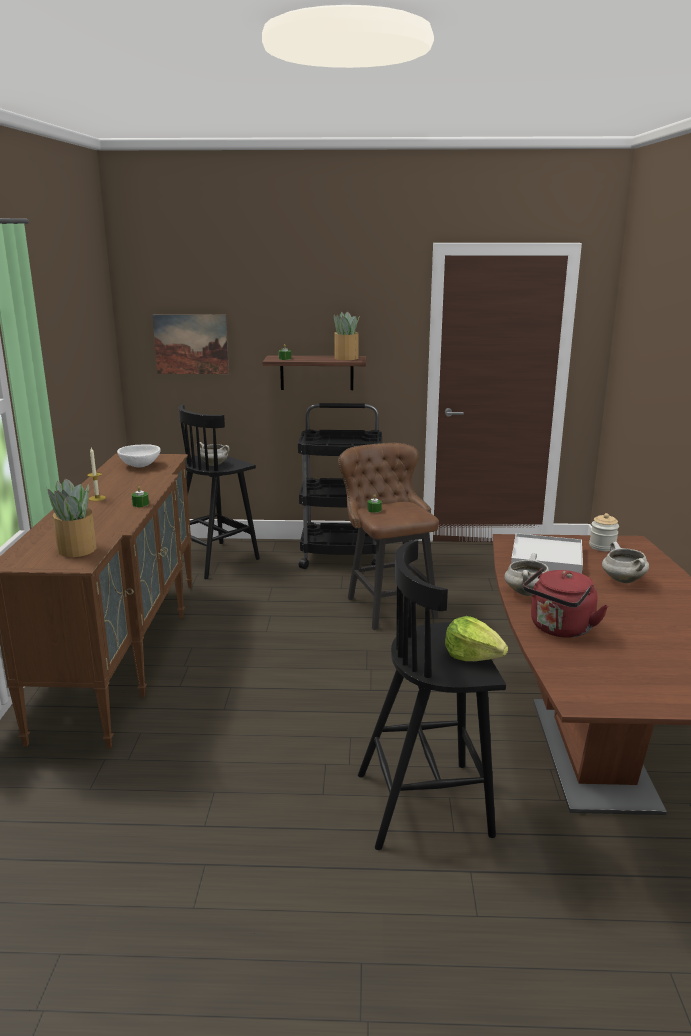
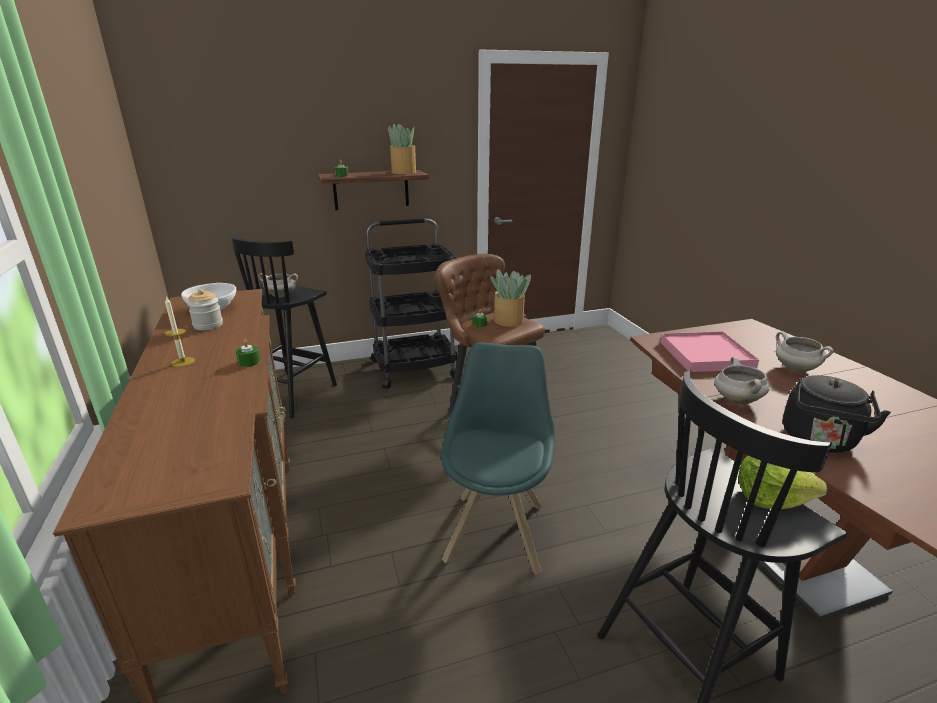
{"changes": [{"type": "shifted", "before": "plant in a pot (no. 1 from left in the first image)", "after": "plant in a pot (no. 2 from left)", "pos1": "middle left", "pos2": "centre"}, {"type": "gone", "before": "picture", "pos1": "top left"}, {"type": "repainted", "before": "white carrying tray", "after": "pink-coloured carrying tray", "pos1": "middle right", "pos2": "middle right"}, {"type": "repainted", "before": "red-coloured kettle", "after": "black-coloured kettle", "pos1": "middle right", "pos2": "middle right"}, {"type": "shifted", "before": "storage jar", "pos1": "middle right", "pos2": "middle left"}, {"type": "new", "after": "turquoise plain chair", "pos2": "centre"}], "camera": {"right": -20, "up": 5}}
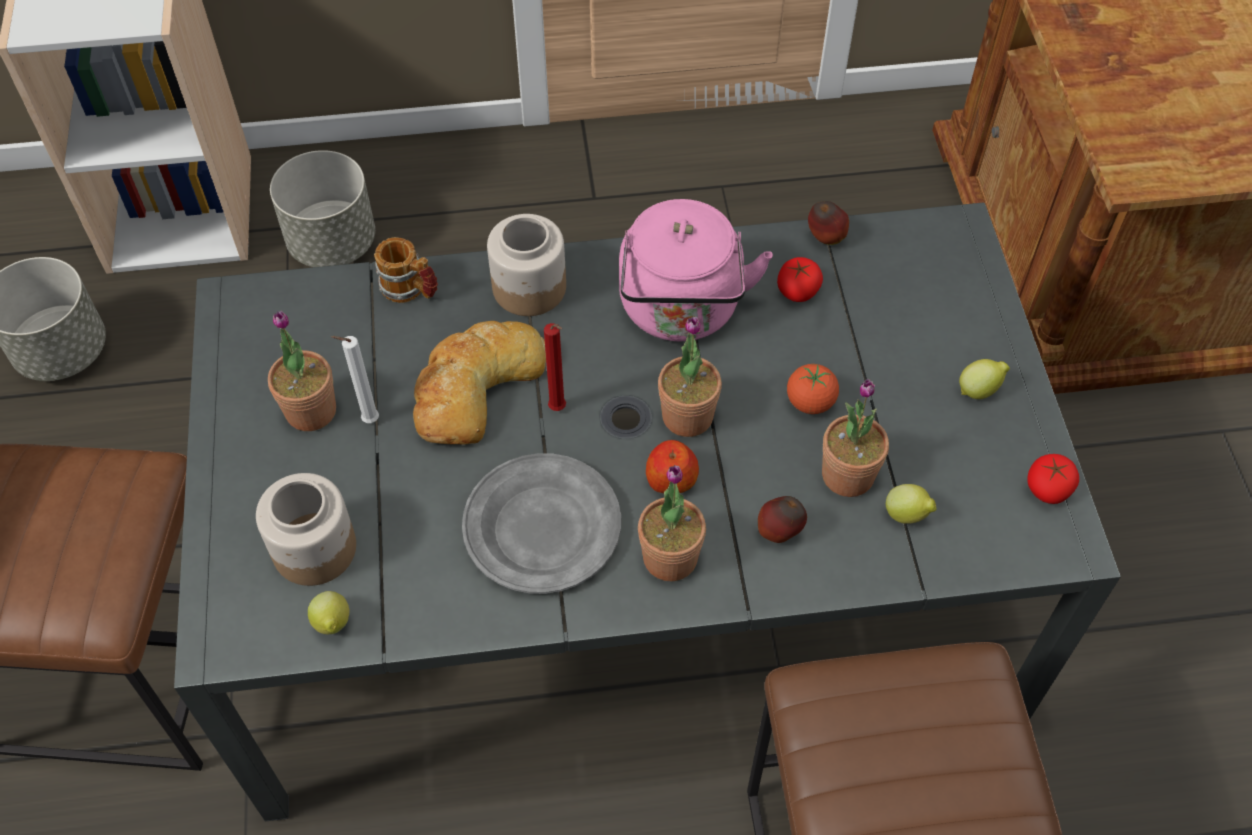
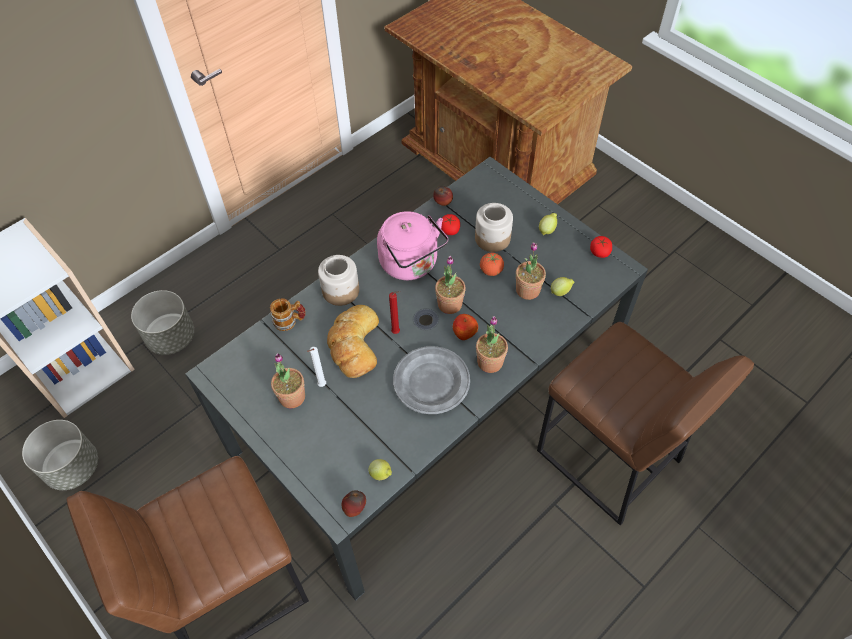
{"changes": [{"type": "shifted", "before": "storage jar (no. 1 from left in the first image)", "after": "storage jar (no. 2 from left)", "pos1": "middle left", "pos2": "centre"}, {"type": "shifted", "before": "apple (no. 2 from left in the first image)", "after": "apple (no. 1 from left)", "pos1": "centre", "pos2": "bottom centre"}], "camera": {"right": -35, "up": 0}}
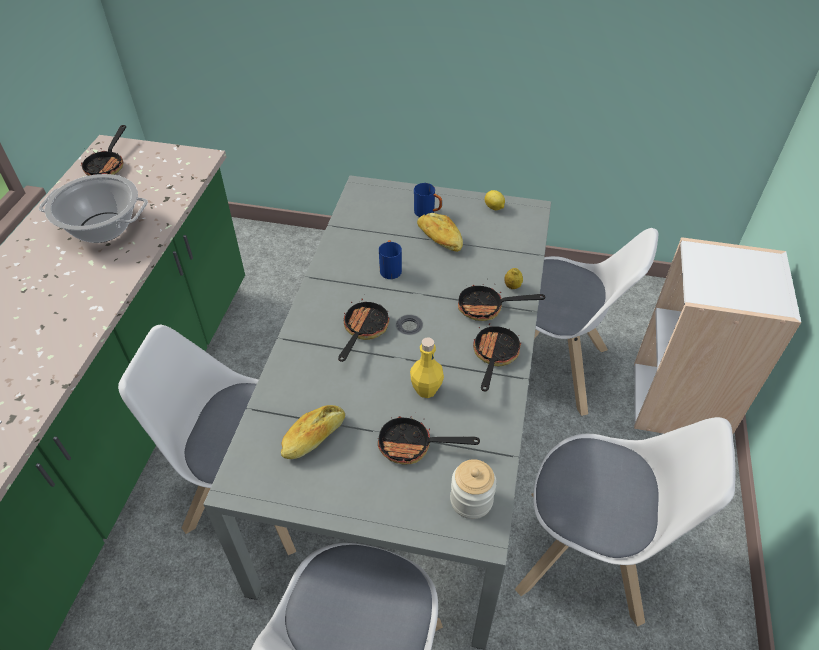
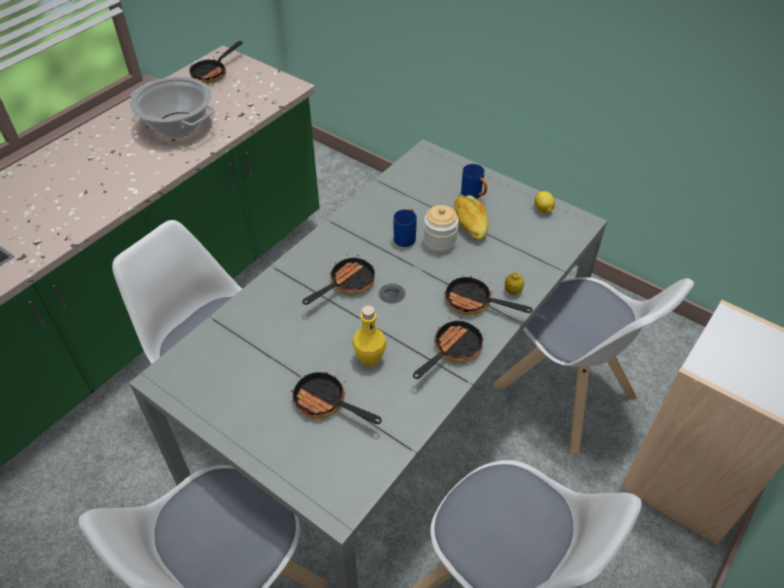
{"changes": [{"type": "gone", "before": "bread (no. 1 from left)", "pos1": "centre"}, {"type": "shifted", "before": "storage jar", "pos1": "bottom centre", "pos2": "centre"}], "camera": {"right": 25, "up": 0}}
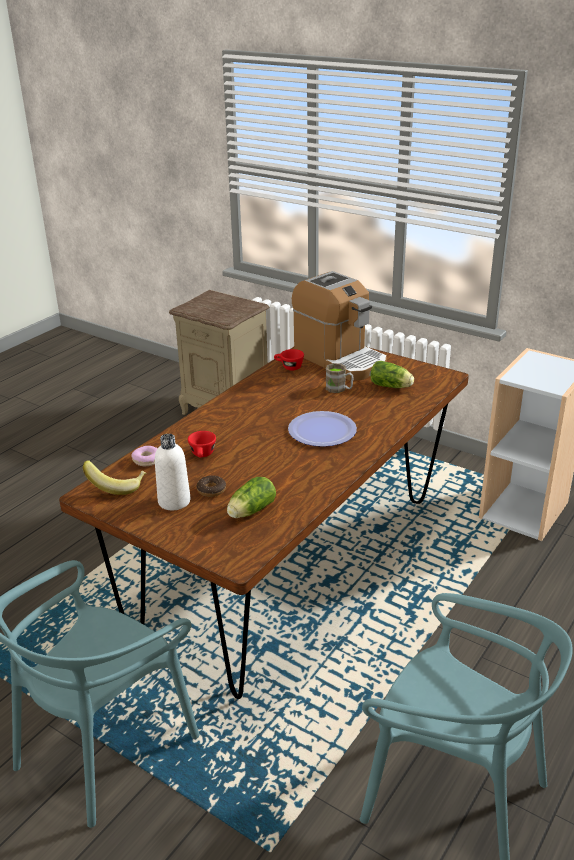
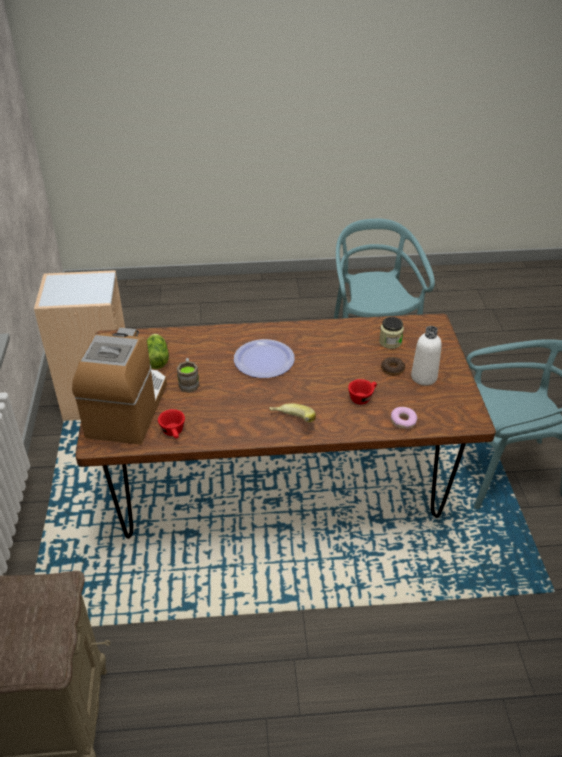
{"changes": [{"type": "shifted", "before": "banana fruit", "pos1": "middle left", "pos2": "centre"}, {"type": "swapped", "before": "head of lettuce (no. 1 from left)", "after": "storage jar", "pos1": "centre", "pos2": "middle right"}], "camera": {"right": -130, "up": 10}}
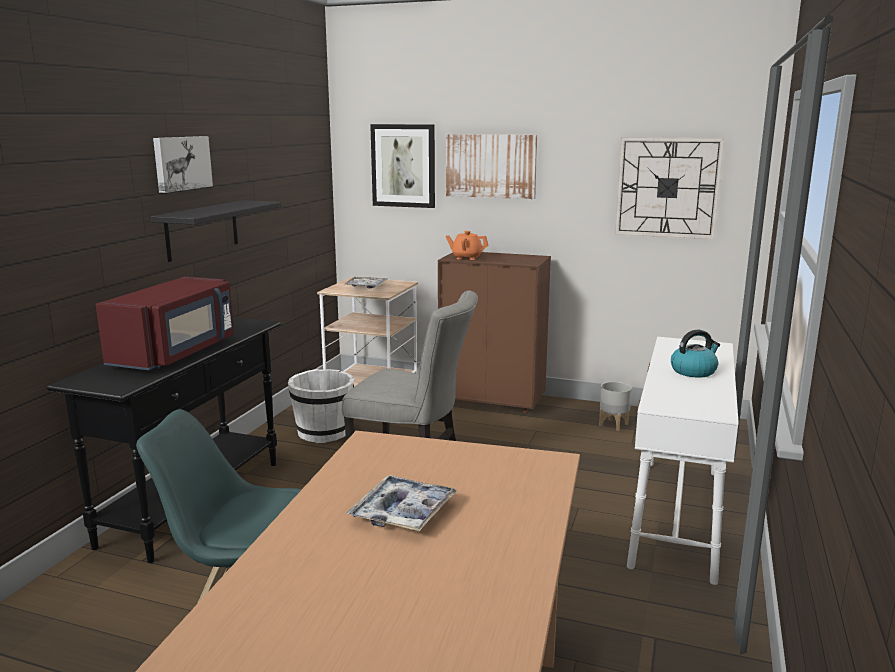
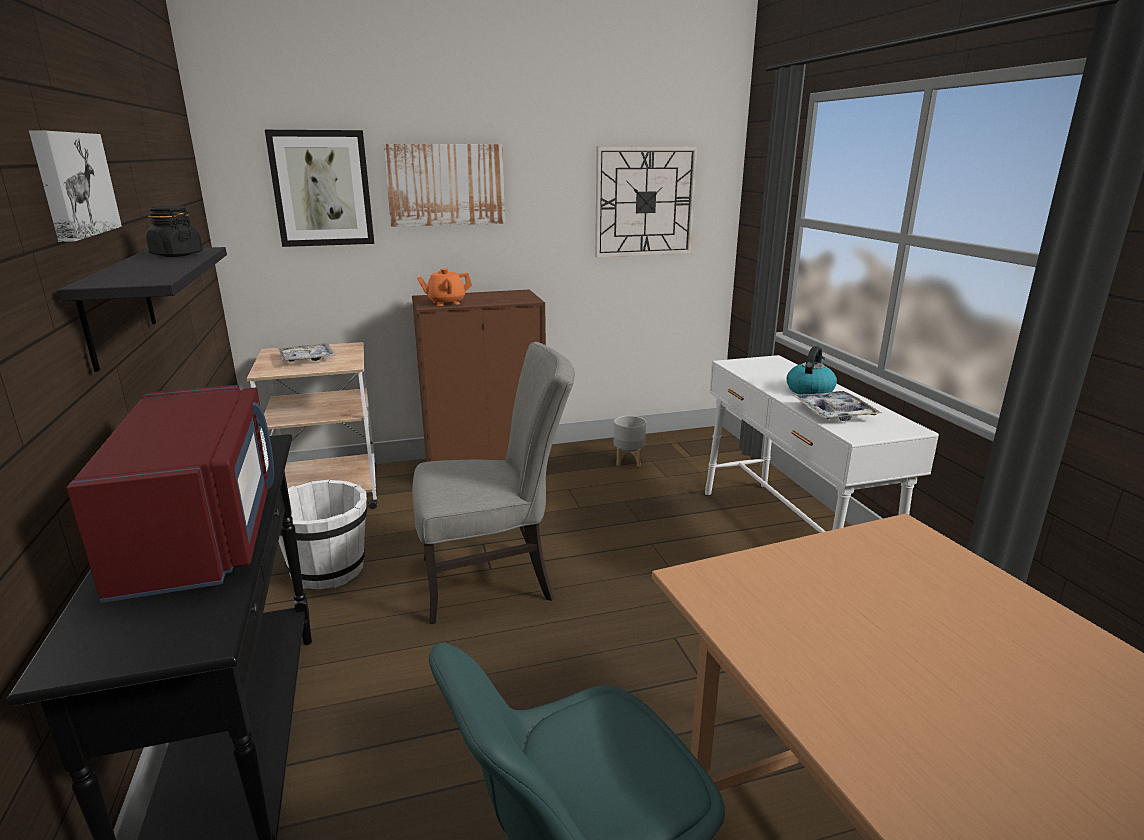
{"changes": [{"type": "shifted", "before": "carrying tray (no. 2 from left)", "pos1": "bottom centre", "pos2": "middle right"}, {"type": "new", "after": "black-coloured storage jar", "pos2": "top left"}], "camera": {"right": -35, "up": 5}}
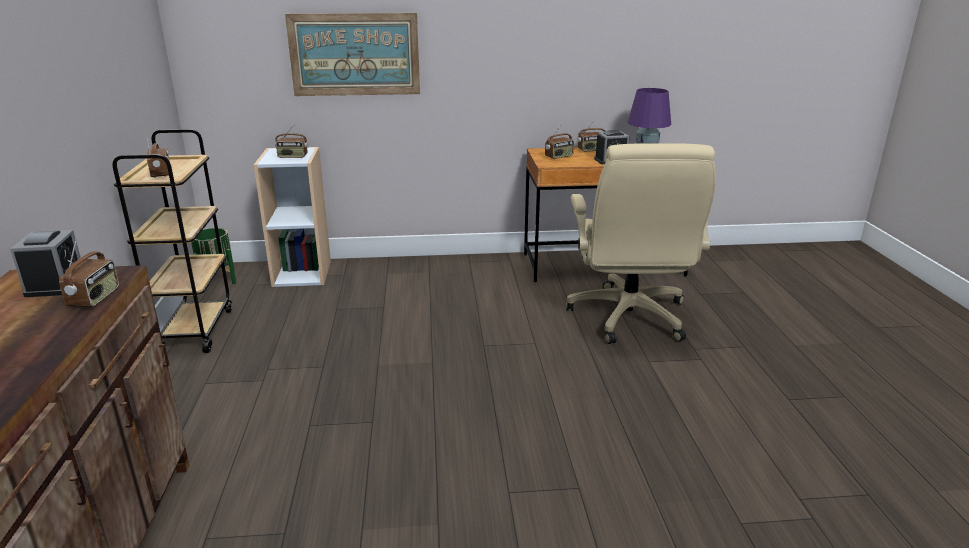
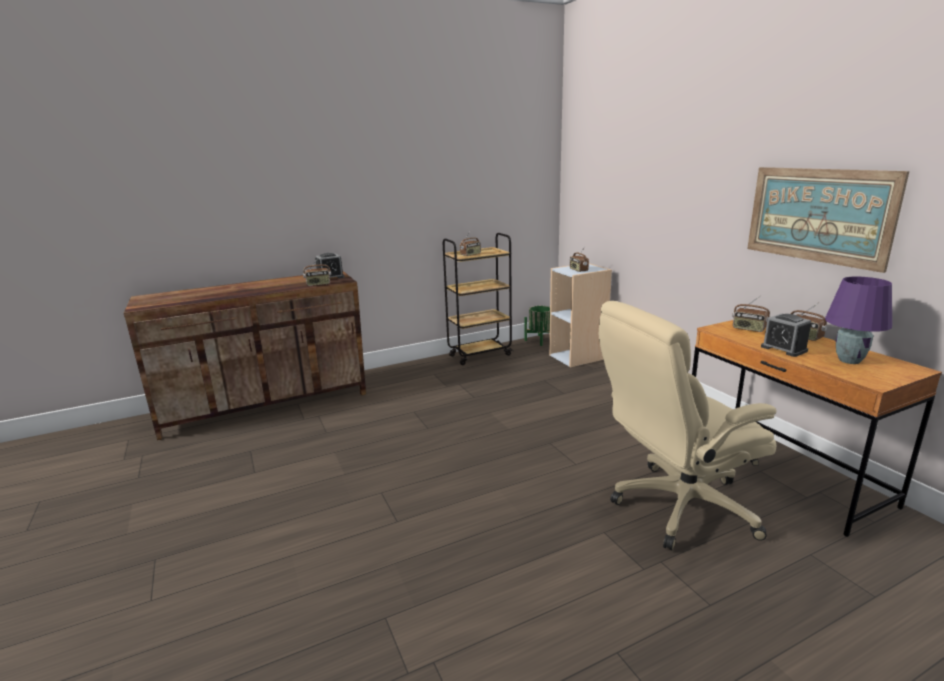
{"changes": [{"type": "shifted", "before": "picture", "pos1": "top centre", "pos2": "top right"}], "camera": {"right": 70, "up": -5}}
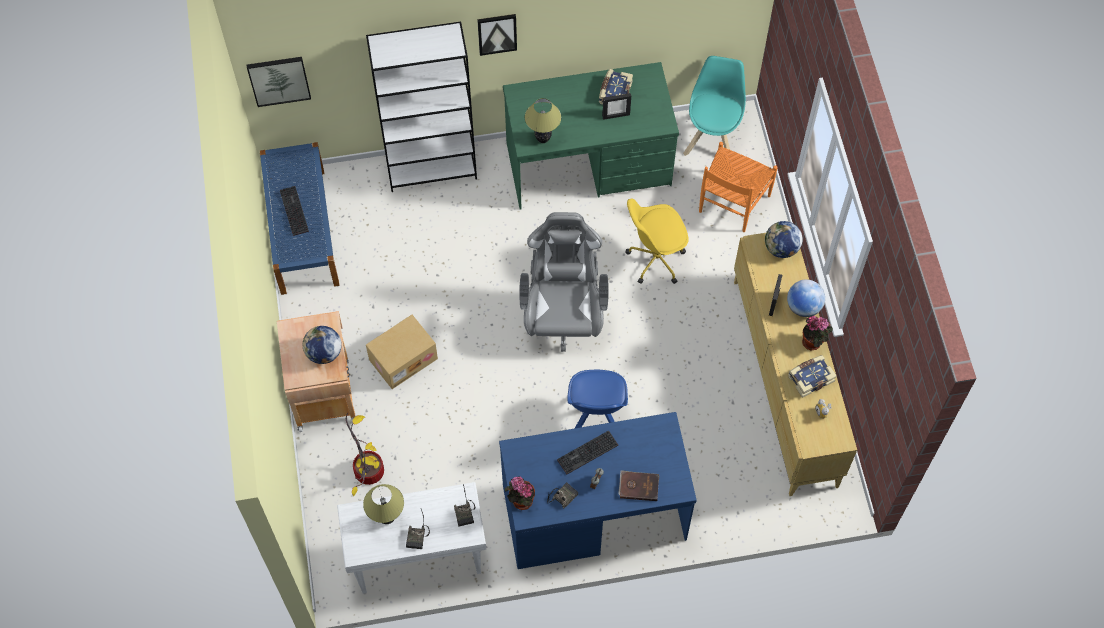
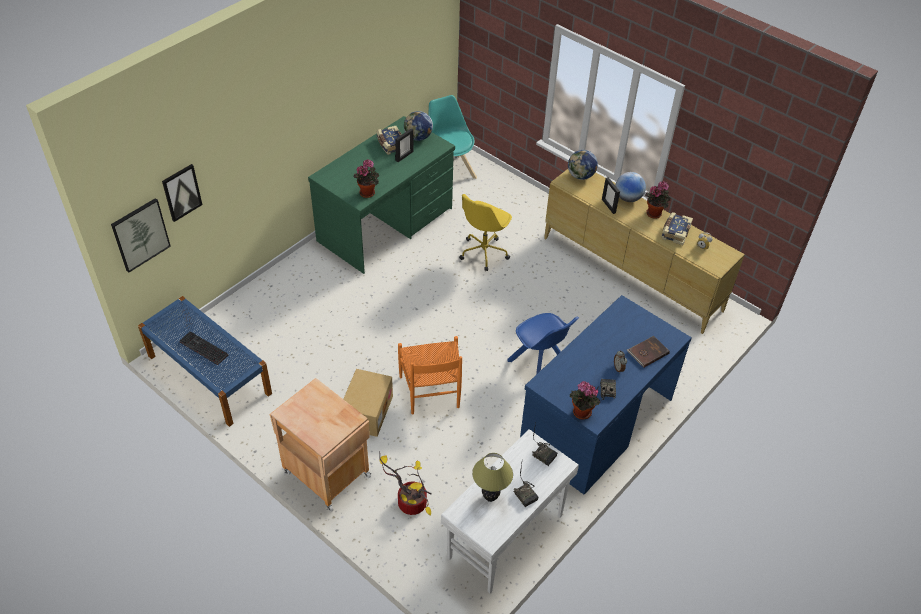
{"changes": [{"type": "shifted", "before": "desk globe (no. 1 from left)", "pos1": "middle left", "pos2": "top centre"}, {"type": "gone", "before": "white bookcase", "pos1": "top centre"}, {"type": "shifted", "before": "picture (no. 2 from left)", "pos1": "top centre", "pos2": "top left"}, {"type": "gone", "before": "greyish desk chair", "pos1": "centre"}, {"type": "swapped", "before": "lamp for a table (no. 2 from left)", "after": "plant in a pot (no. 1 from left)", "pos1": "top centre", "pos2": "top centre"}, {"type": "gone", "before": "computer keyboard (no. 2 from left)", "pos1": "bottom centre"}, {"type": "shifted", "before": "orange plain chair", "pos1": "top right", "pos2": "centre"}], "camera": {"right": -40, "up": -15}}
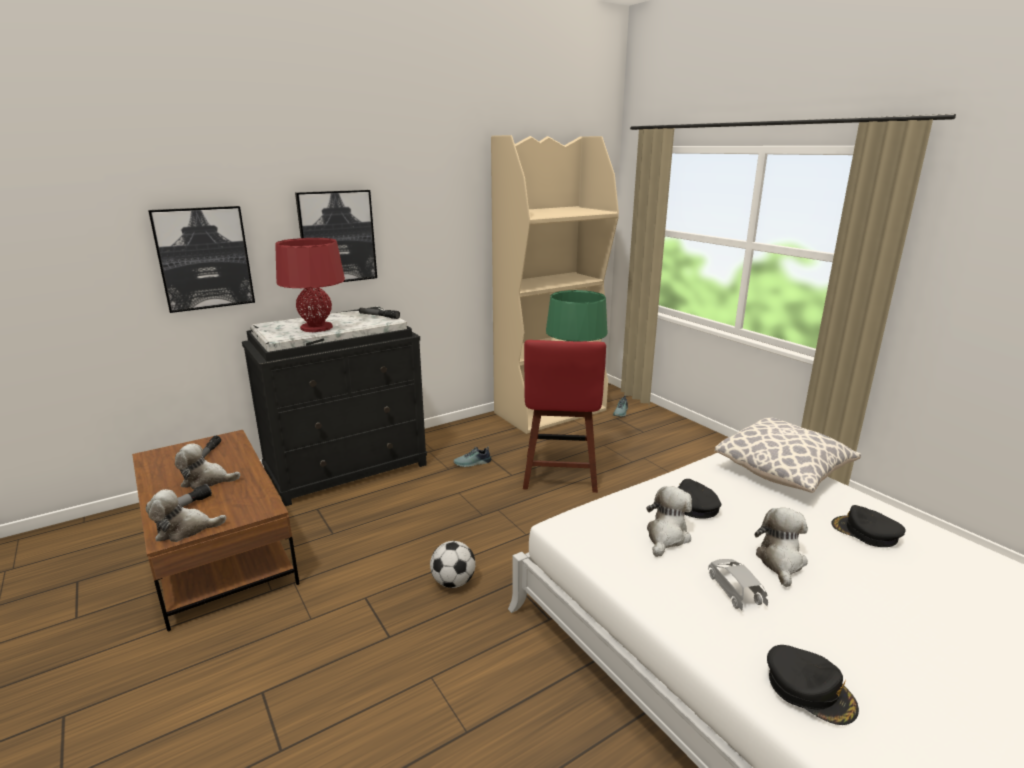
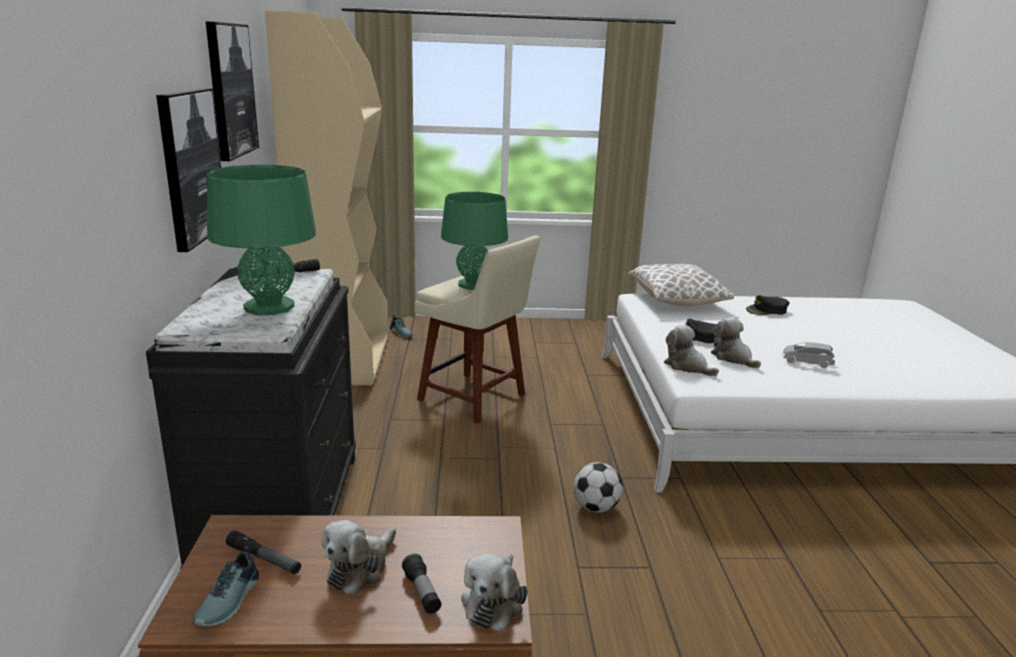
{"changes": [{"type": "shifted", "before": "picture (no. 1 from left in the first image)", "after": "picture (no. 2 from left)", "pos1": "middle left", "pos2": "top left"}, {"type": "repainted", "before": "red-coloured lamp for a table", "after": "green-coloured lamp for a table (no. 1 from left)", "pos1": "middle left", "pos2": "middle left"}, {"type": "shifted", "before": "item of footwear (no. 1 from left)", "pos1": "centre", "pos2": "bottom left"}, {"type": "repainted", "before": "red-coloured stool", "after": "beige stool", "pos1": "centre", "pos2": "centre"}, {"type": "shifted", "before": "cuddly toy (no. 4 from left in the first image)", "after": "cuddly toy (no. 3 from left)", "pos1": "bottom right", "pos2": "middle right"}, {"type": "gone", "before": "black-coloured cap (no. 2 from left)", "pos1": "bottom right"}], "camera": {"right": -60, "up": 0}}
